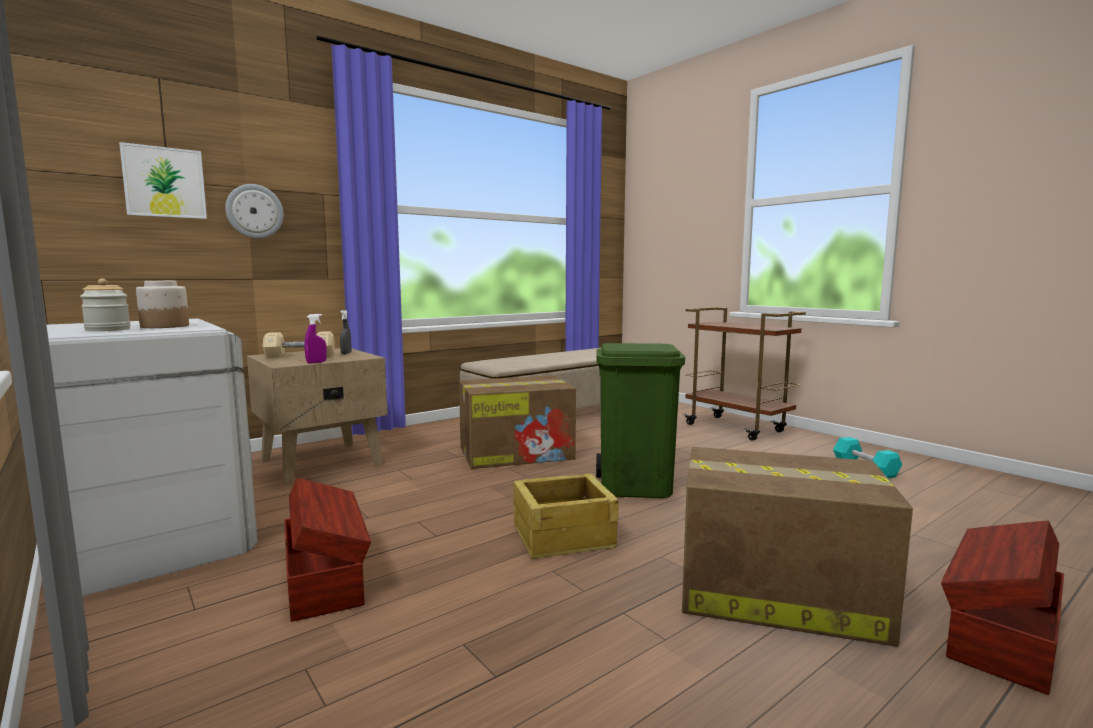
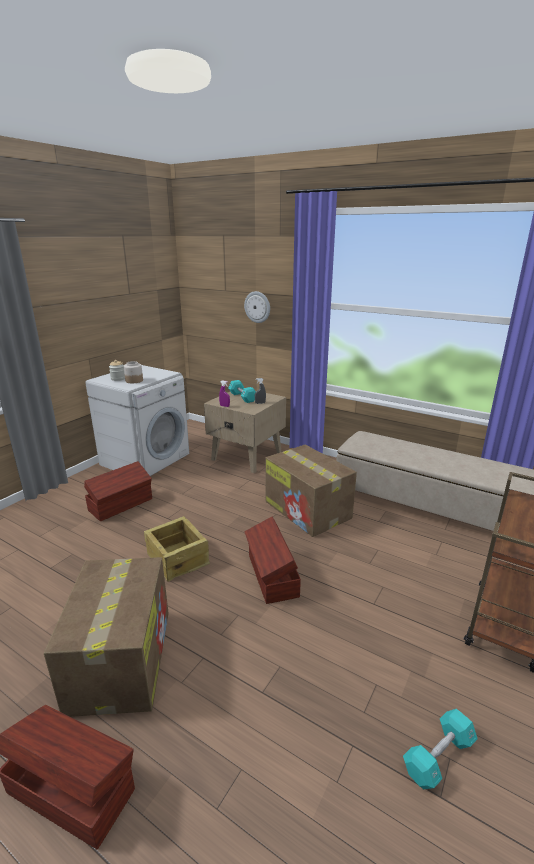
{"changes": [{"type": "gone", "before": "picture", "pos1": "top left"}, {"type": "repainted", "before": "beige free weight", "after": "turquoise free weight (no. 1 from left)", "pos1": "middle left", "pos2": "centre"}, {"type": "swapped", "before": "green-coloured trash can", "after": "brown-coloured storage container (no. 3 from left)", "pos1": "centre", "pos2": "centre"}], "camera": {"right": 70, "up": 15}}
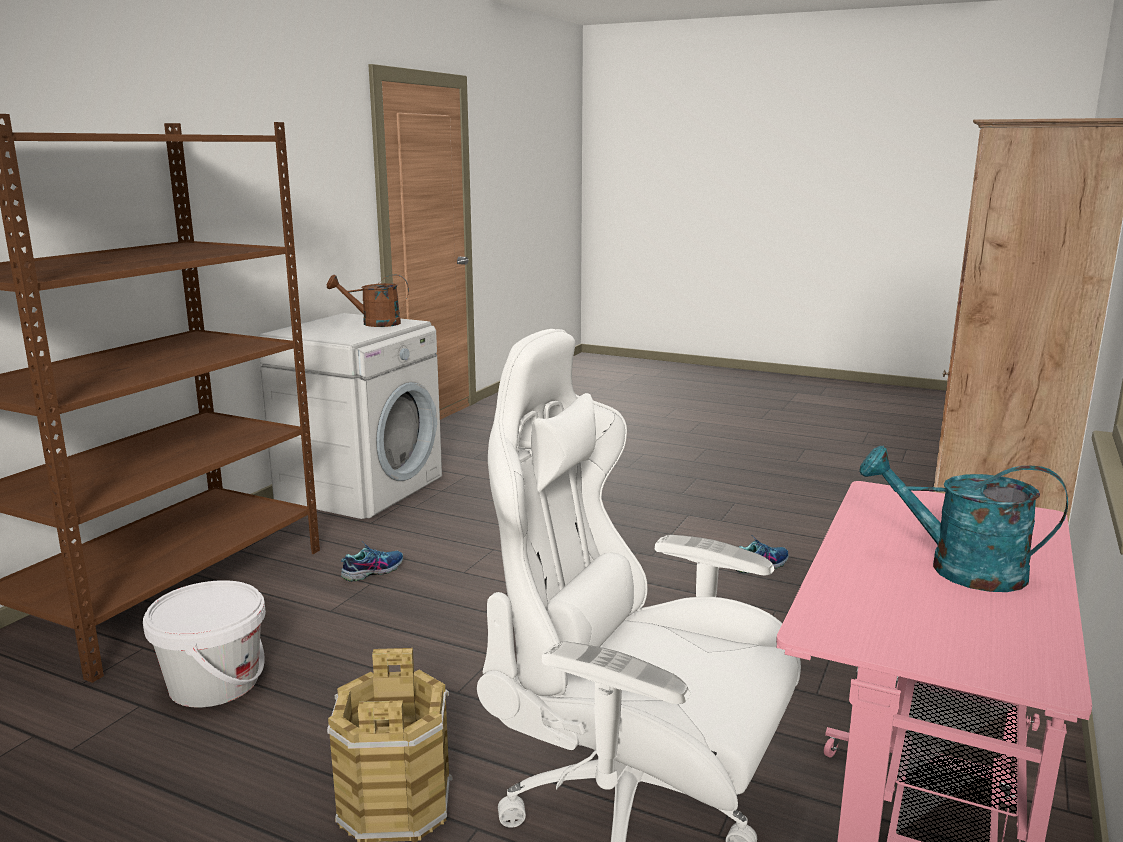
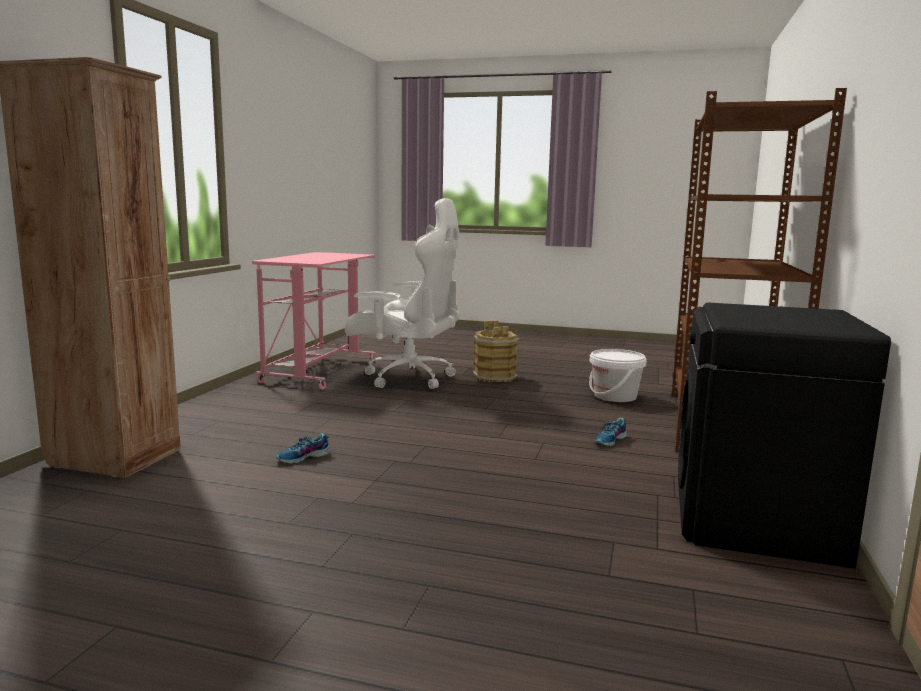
{"changes": [{"type": "repainted", "before": "white laundry appliance", "after": "black-coloured laundry appliance", "pos1": "middle left", "pos2": "middle right"}, {"type": "gone", "before": "brown-coloured sprinkling can", "pos1": "middle left"}, {"type": "gone", "before": "turquoise sprinkling can", "pos1": "middle right"}], "camera": {"right": 170, "up": -5}}
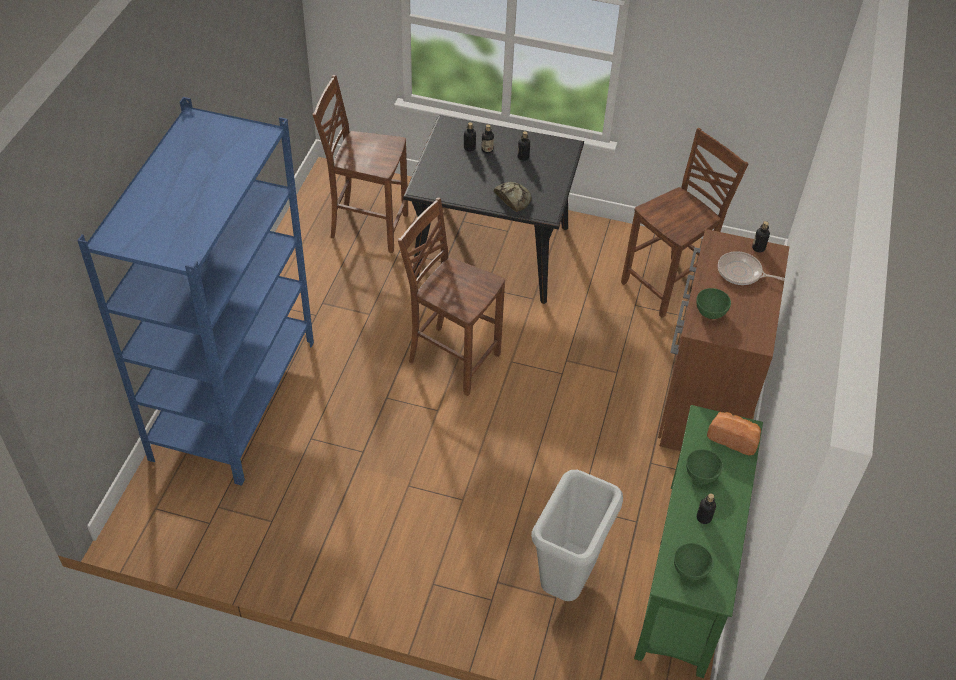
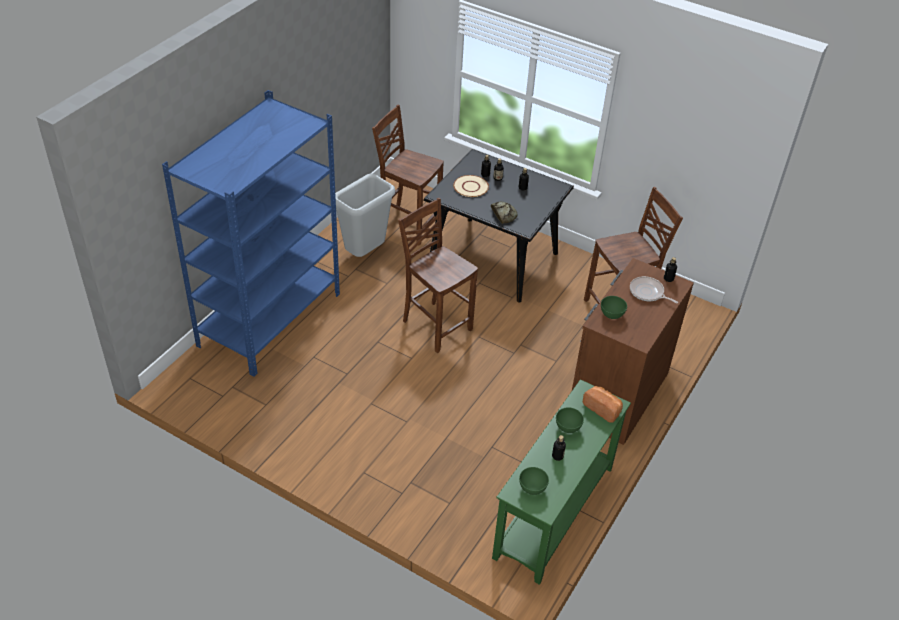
{"changes": [{"type": "shifted", "before": "greyish trash can", "pos1": "bottom centre", "pos2": "centre"}, {"type": "new", "after": "beige dinner plate", "pos2": "top centre"}], "camera": {"right": 15, "up": -5}}
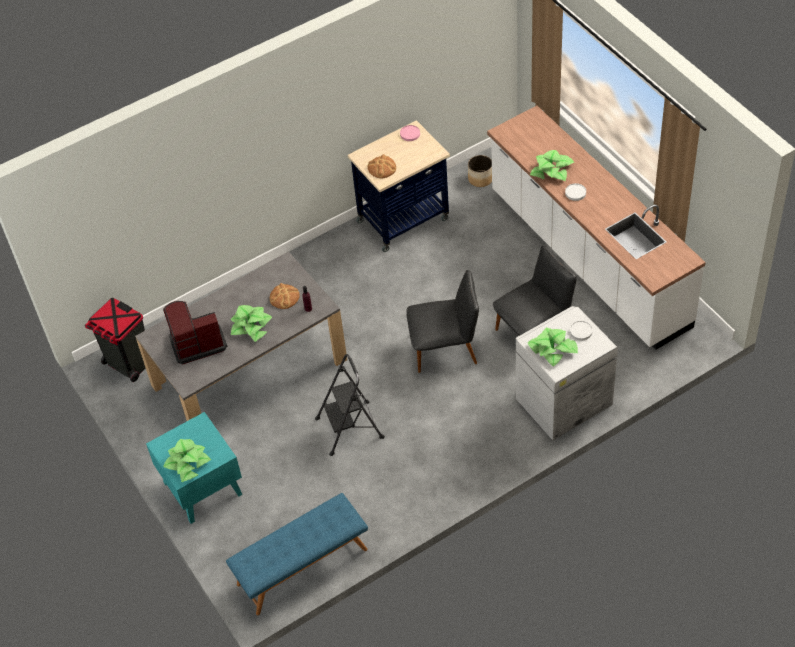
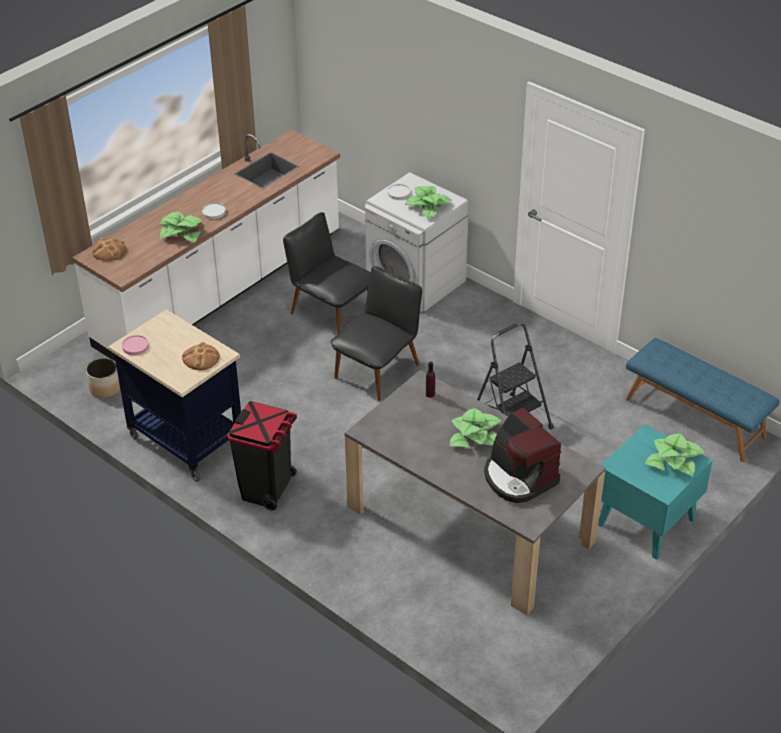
{"changes": [{"type": "shifted", "before": "black-coloured trash can", "pos1": "middle left", "pos2": "centre"}, {"type": "shifted", "before": "bread (no. 1 from left)", "pos1": "centre", "pos2": "middle left"}, {"type": "rotated", "before": "black-coloured plain chair (no. 1 from left in the first image)", "pos1": "centre", "pos2": "centre", "turn": 60}], "camera": {"right": -110, "up": -10}}
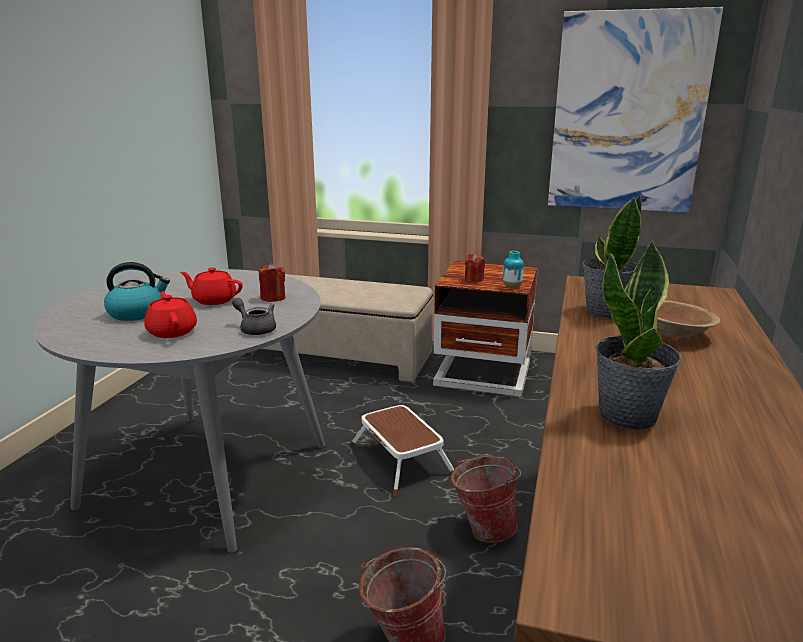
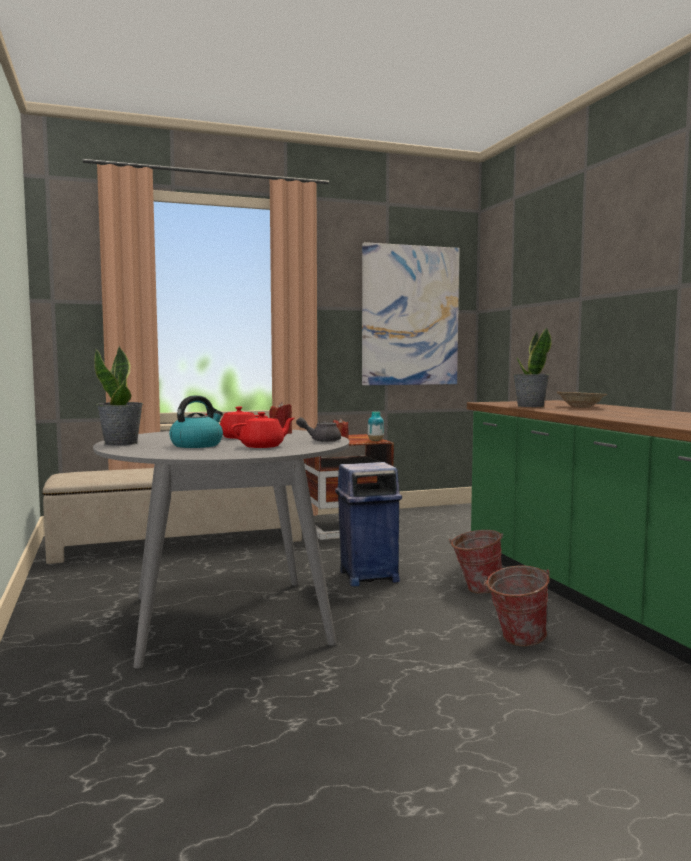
{"changes": [{"type": "rotated", "before": "red-coloured teapot (no. 1 from left in the first image)", "pos1": "middle left", "pos2": "centre", "turn": 120}, {"type": "swapped", "before": "brown-coloured step ladder", "after": "blue trash can", "pos1": "bottom centre", "pos2": "centre"}, {"type": "shifted", "before": "plant in a pot (no. 2 from left in the first image)", "after": "plant in a pot (no. 1 from left)", "pos1": "middle right", "pos2": "middle left"}], "camera": {"right": -35, "up": -15}}
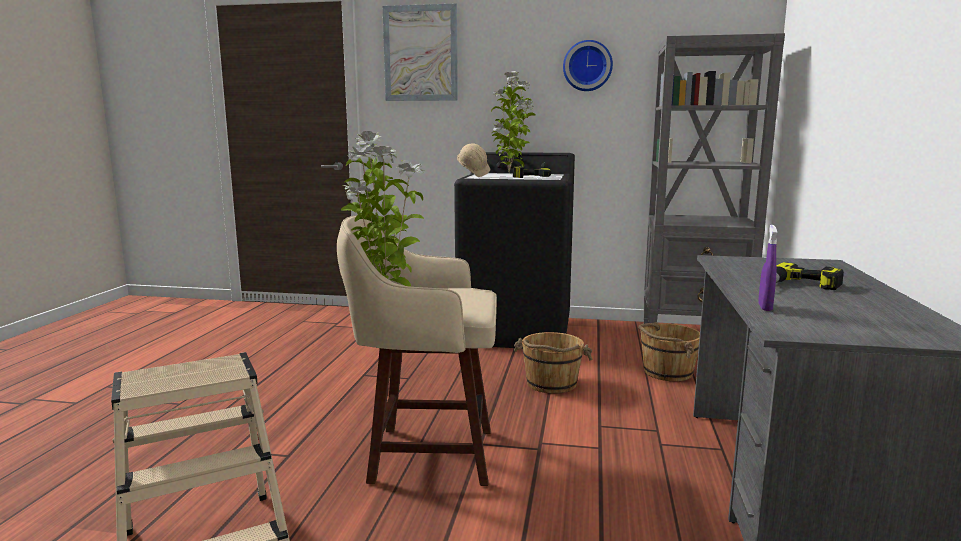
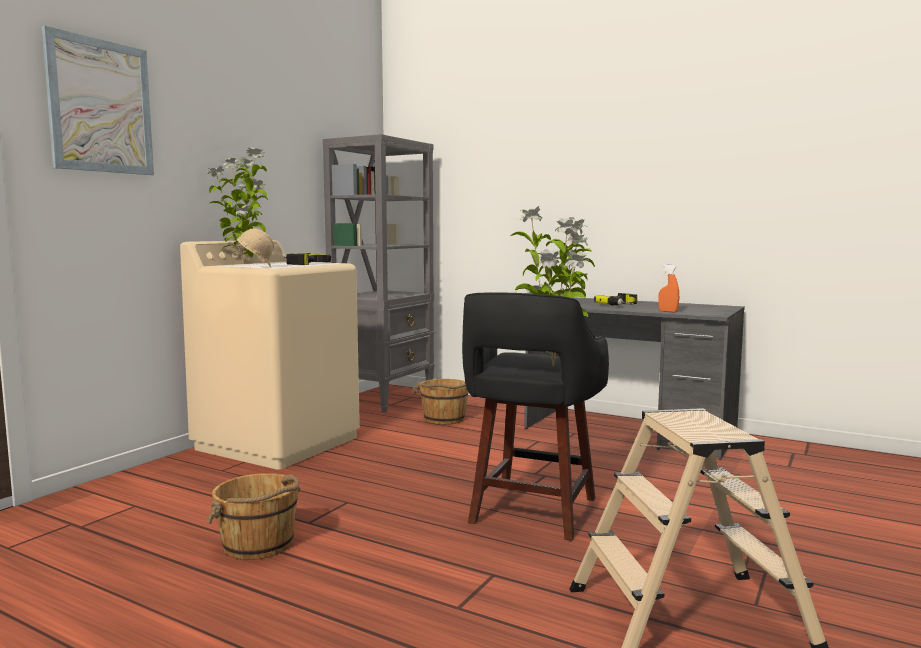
{"changes": [{"type": "repainted", "before": "beige stool", "after": "black-coloured stool", "pos1": "centre", "pos2": "centre"}, {"type": "repainted", "before": "black-coloured laundry appliance", "after": "beige laundry appliance", "pos1": "centre", "pos2": "middle left"}, {"type": "shifted", "before": "brown-coloured water bucket (no. 1 from left)", "pos1": "bottom centre", "pos2": "bottom left"}, {"type": "gone", "before": "hanging clock", "pos1": "top centre"}, {"type": "repainted", "before": "purple-coloured spray bottle", "after": "orange spray bottle", "pos1": "middle right", "pos2": "middle right"}], "camera": {"right": -70, "up": -5}}
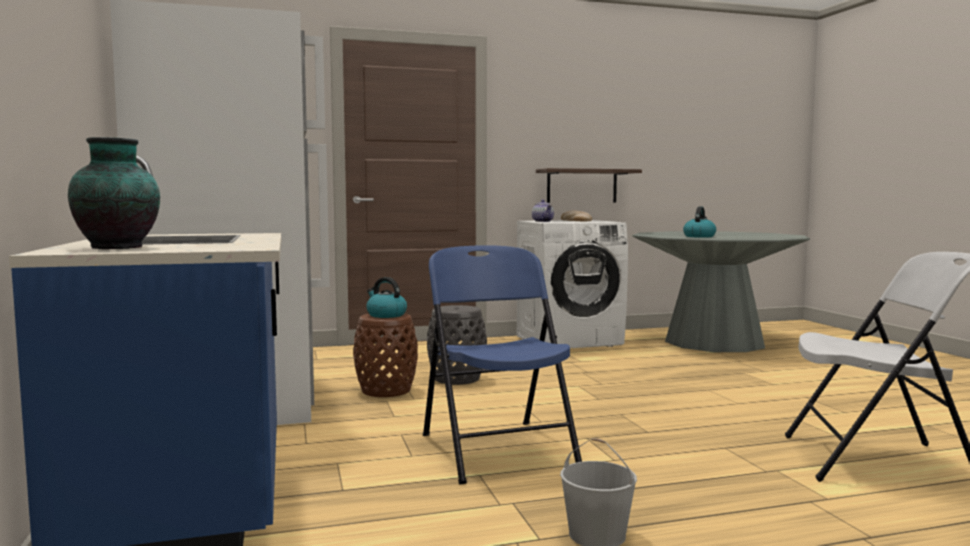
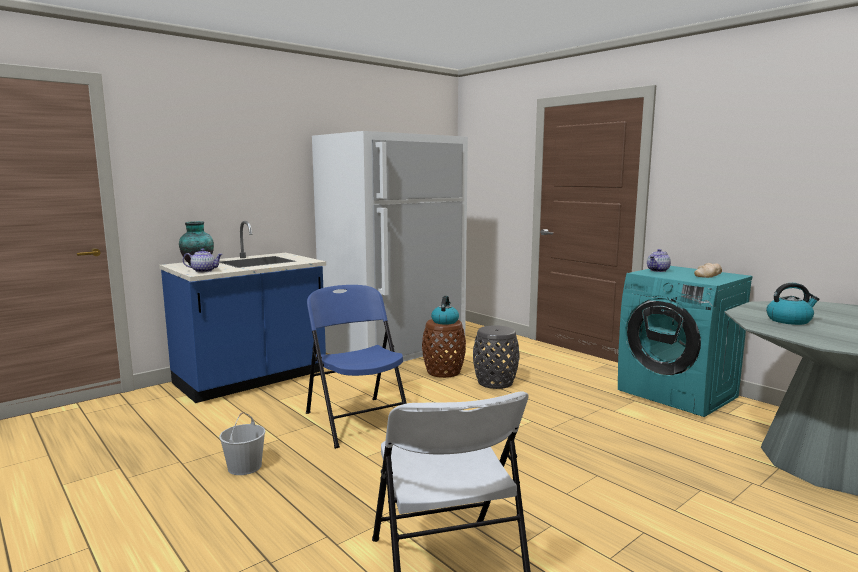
{"changes": [{"type": "rotated", "before": "blue plain chair", "pos1": "bottom centre", "pos2": "centre", "turn": -75}, {"type": "repainted", "before": "white laundry appliance", "after": "turquoise laundry appliance", "pos1": "centre", "pos2": "middle right"}, {"type": "gone", "before": "shelf", "pos1": "centre"}, {"type": "new", "after": "teapot (no. 1 from left)", "pos2": "middle left"}], "camera": {"right": 65, "up": 5}}
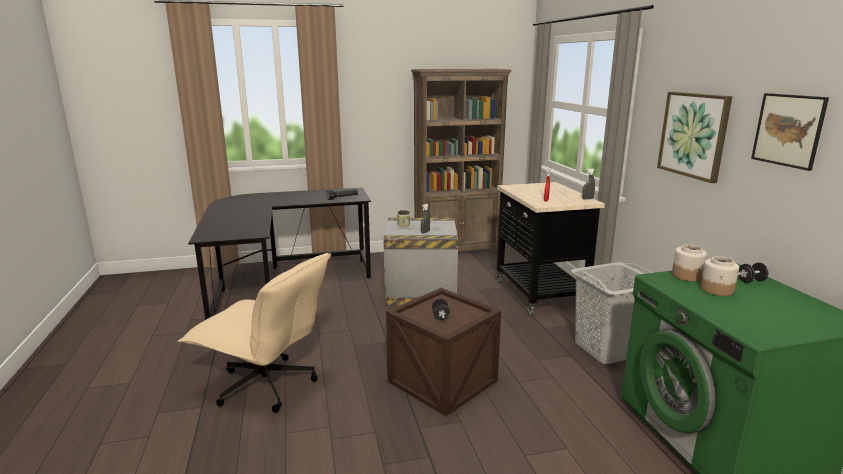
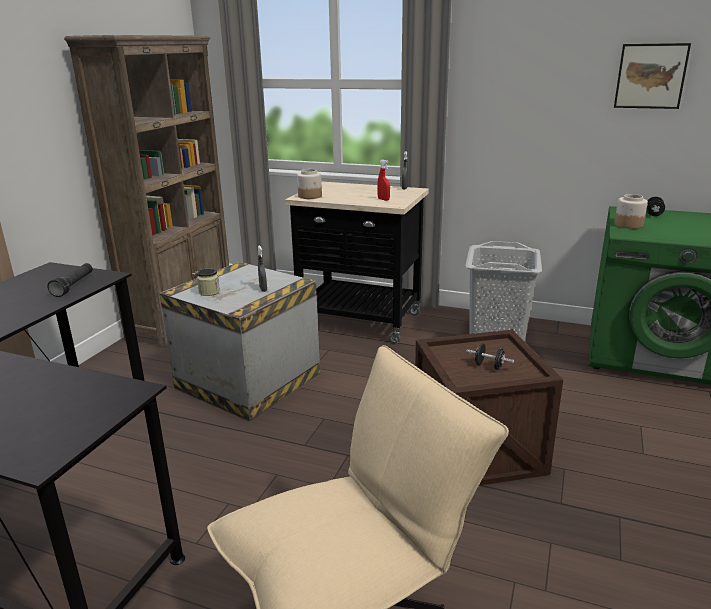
{"changes": [{"type": "gone", "before": "picture (no. 1 from left)", "pos1": "top right"}, {"type": "shifted", "before": "storage jar (no. 3 from left in the first image)", "after": "storage jar (no. 2 from left)", "pos1": "middle right", "pos2": "top centre"}], "camera": {"right": -55, "up": 5}}
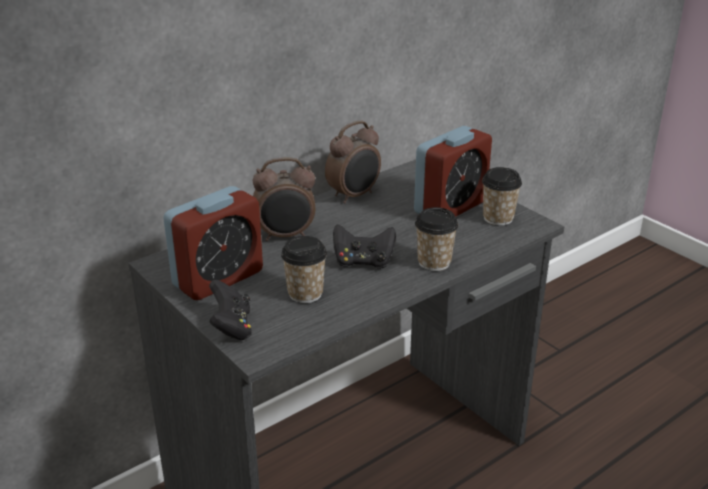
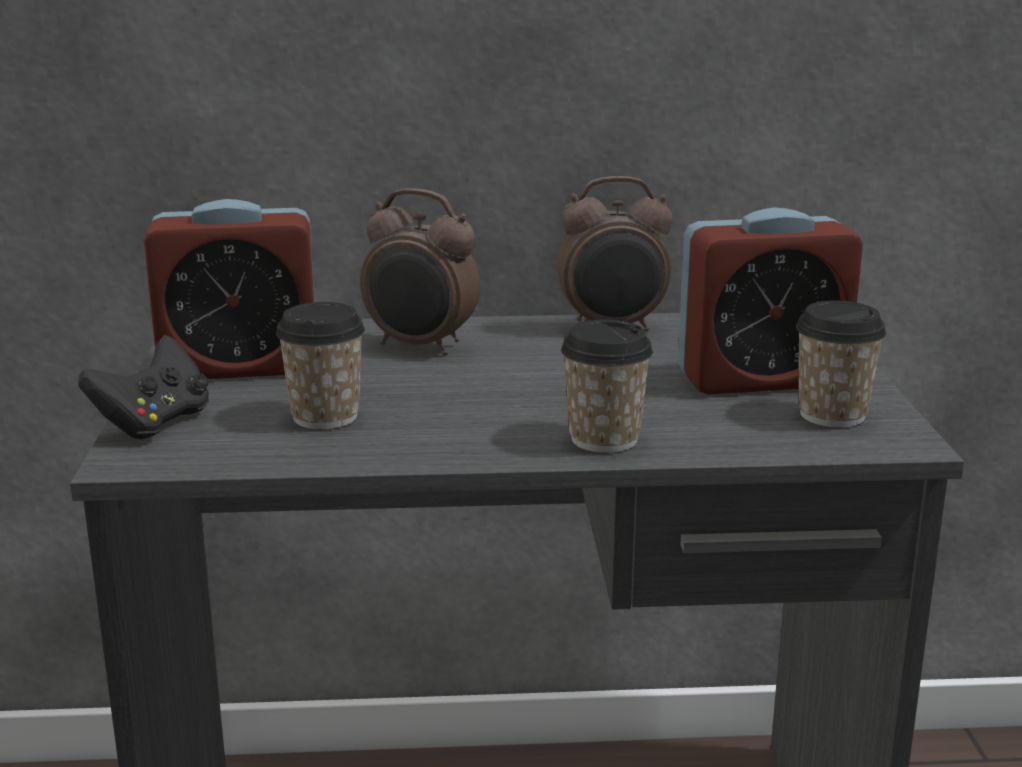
{"changes": [{"type": "gone", "before": "black-coloured joypad (no. 2 from left)", "pos1": "centre"}], "camera": {"right": 35, "up": -10}}
